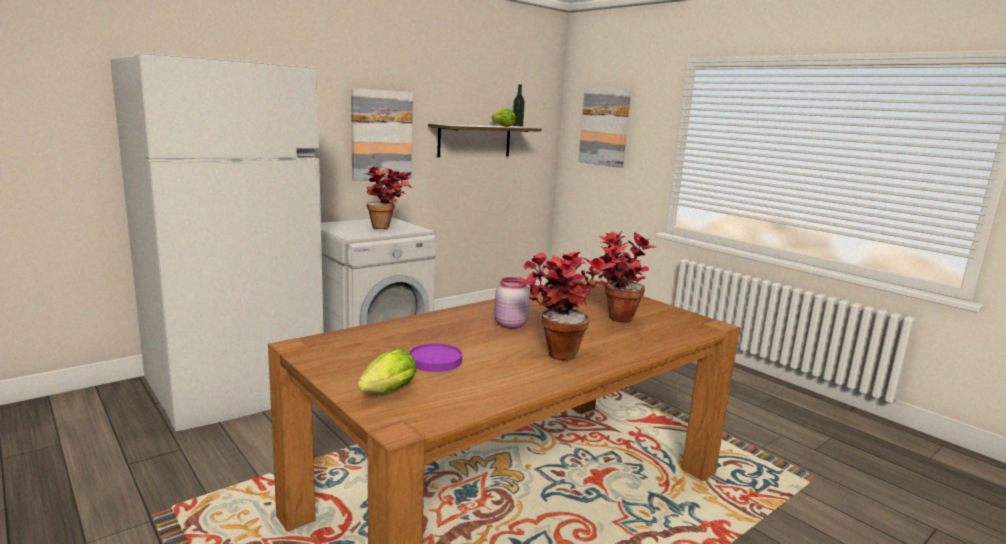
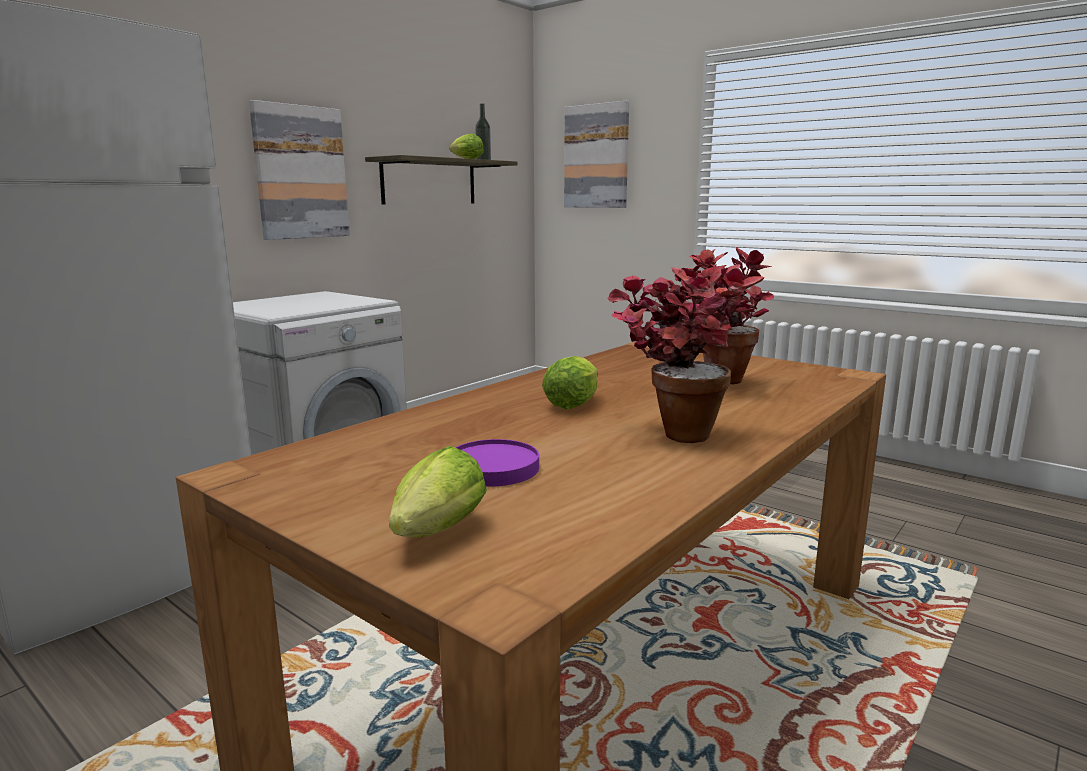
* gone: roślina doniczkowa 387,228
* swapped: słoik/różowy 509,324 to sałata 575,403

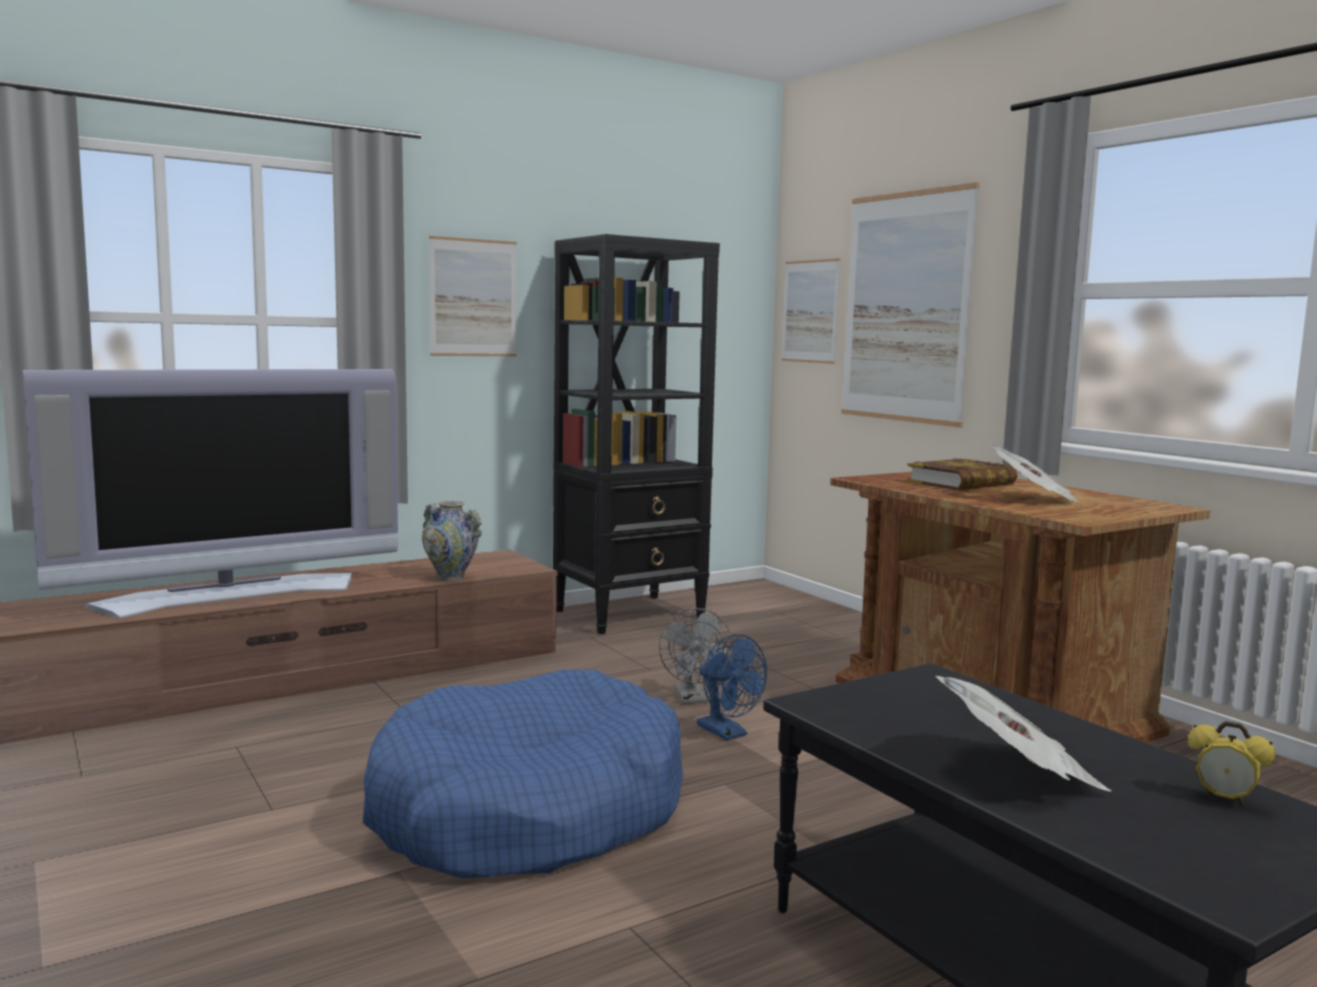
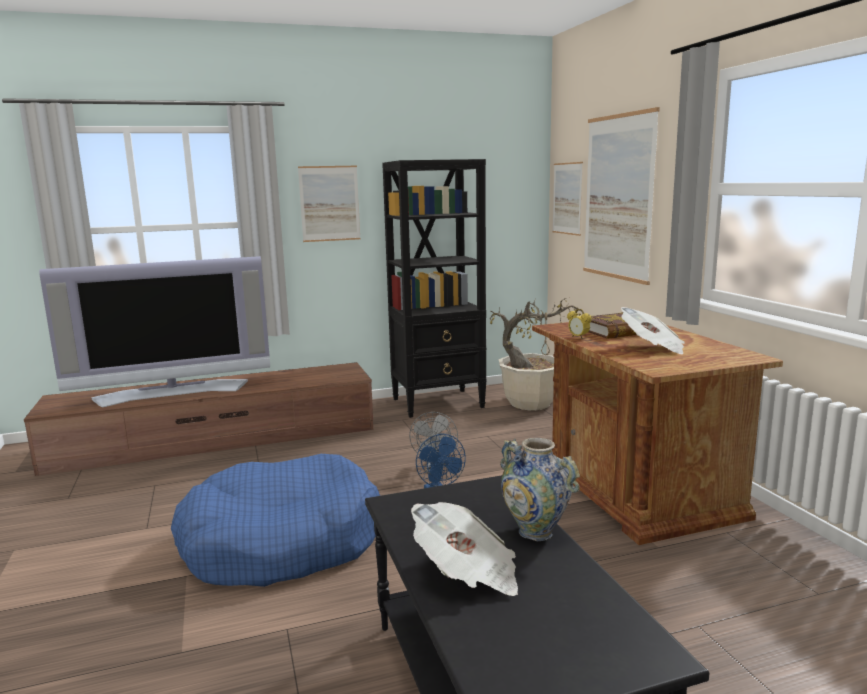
* new: roślina doniczkowa 530,403
* shifted: wazon 451,577 to 535,532
* shifted: budzik 1224,800 to 578,337

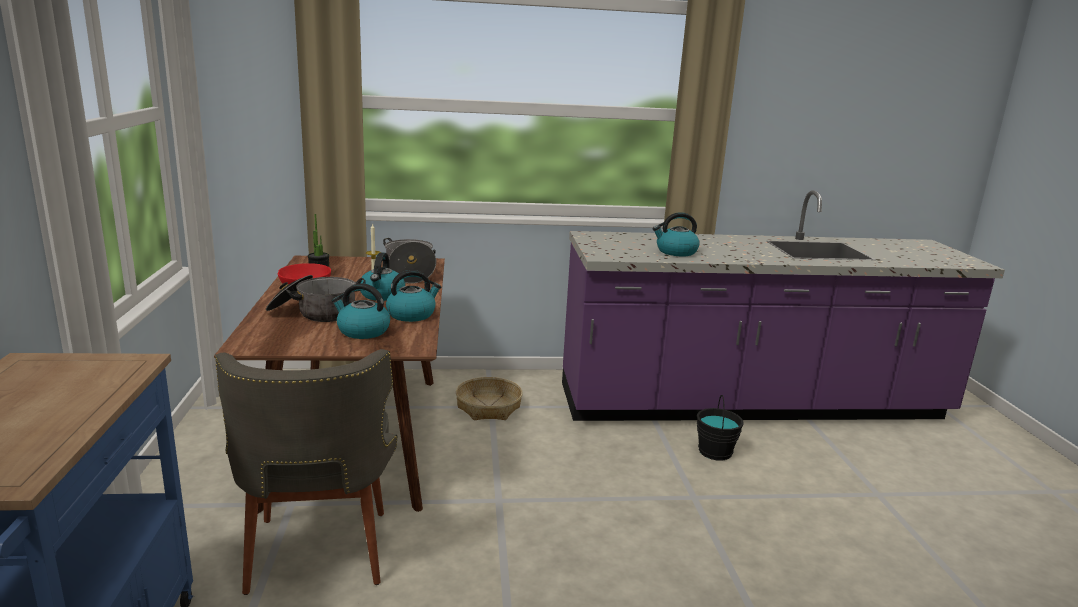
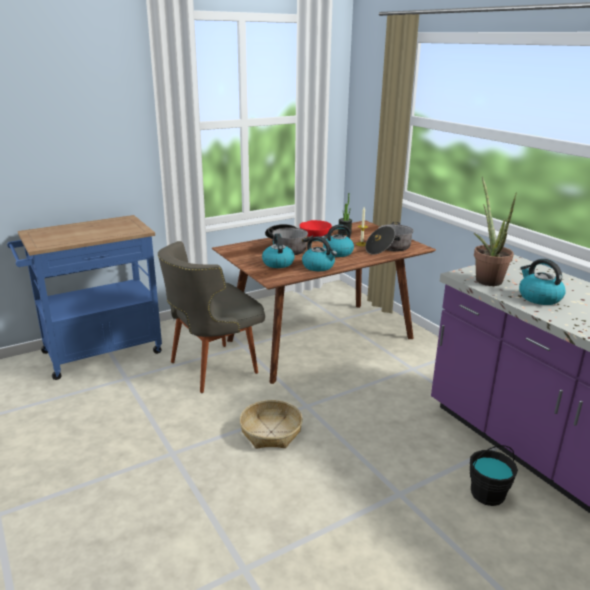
* new: roślina doniczkowa 486,278
* shifted: koszyk 488,407 to 271,432

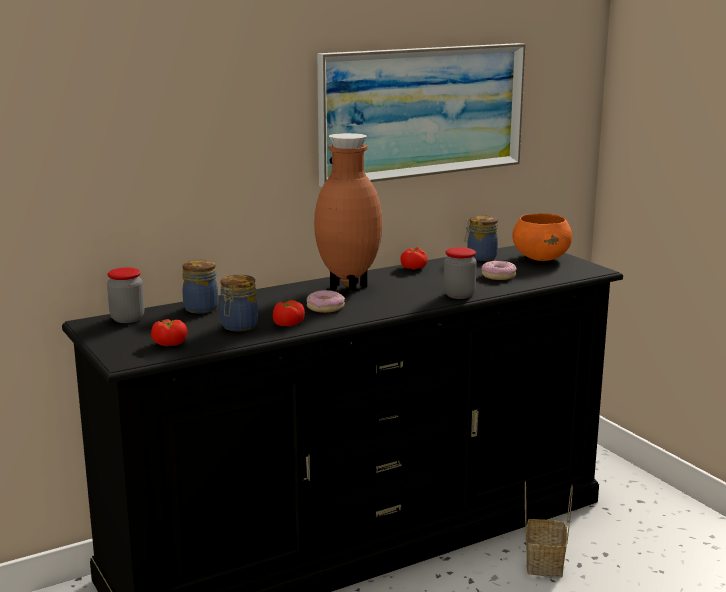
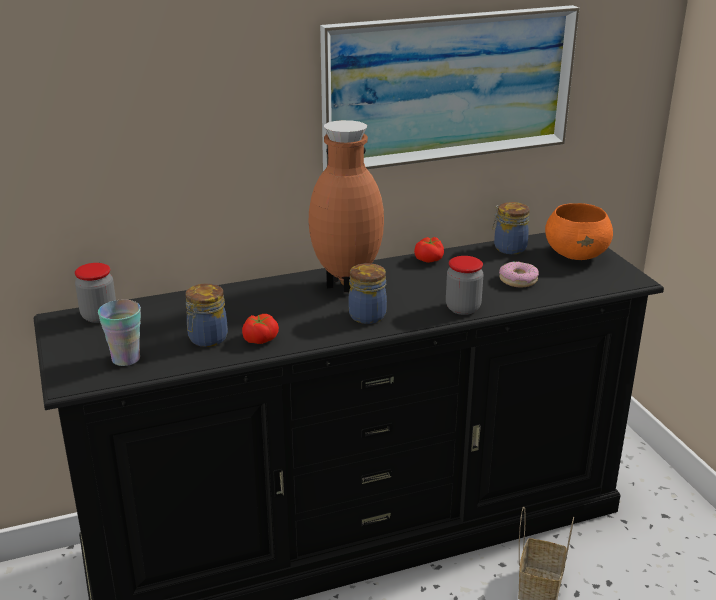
* gone: donut 325,307
* shifted: słoik 201,308 to 367,315
* swapped: pomidor 170,343 to filiżanka 126,359

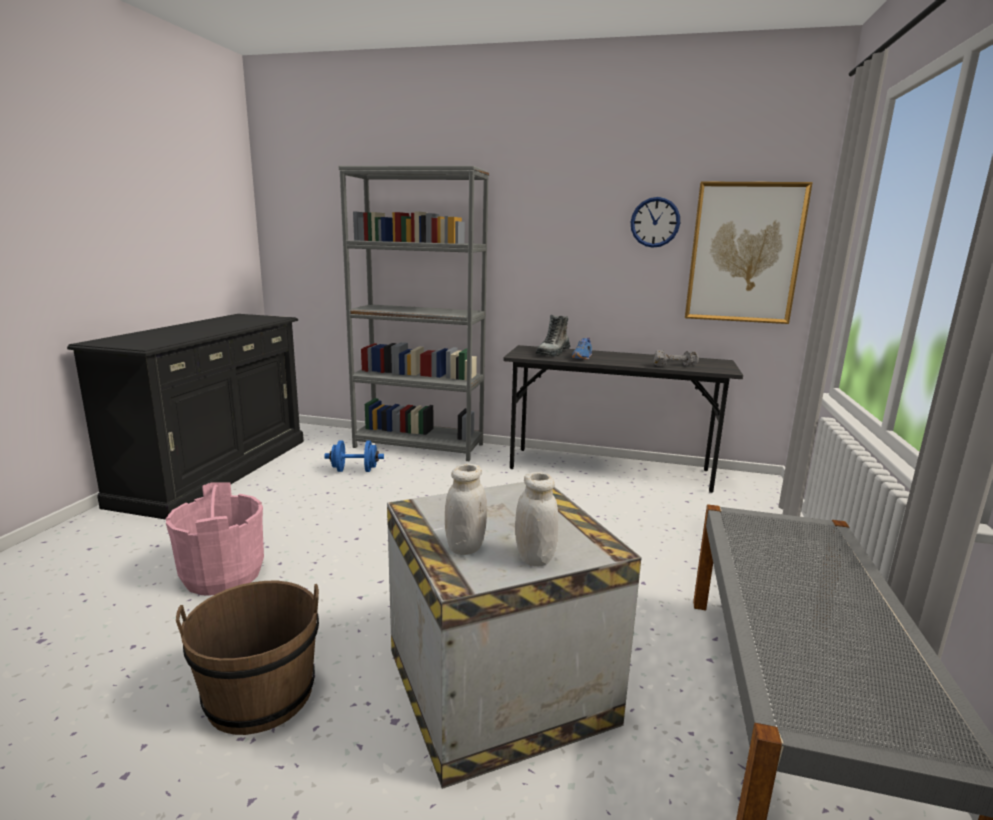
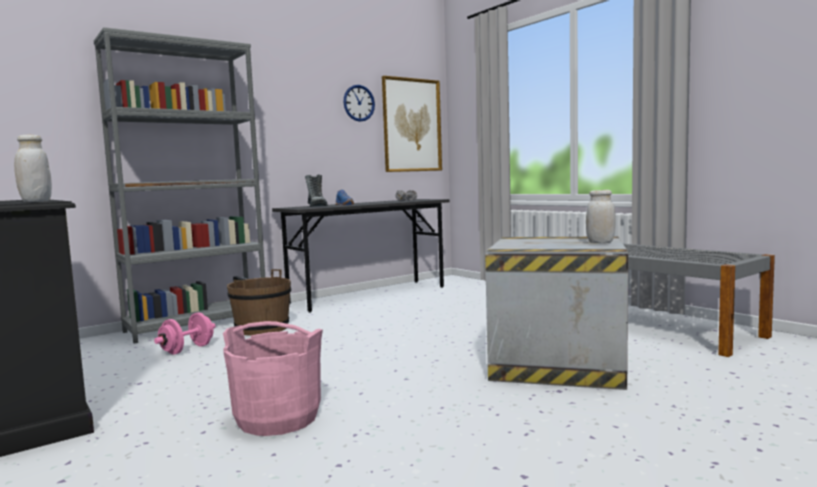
* shifted: wiadro/brązowy 260,695 to 262,329
* shifted: słoik/biały 465,547 to 36,202
* repainted: hantel/niebieski 355,470 to hantel/różowy 187,349

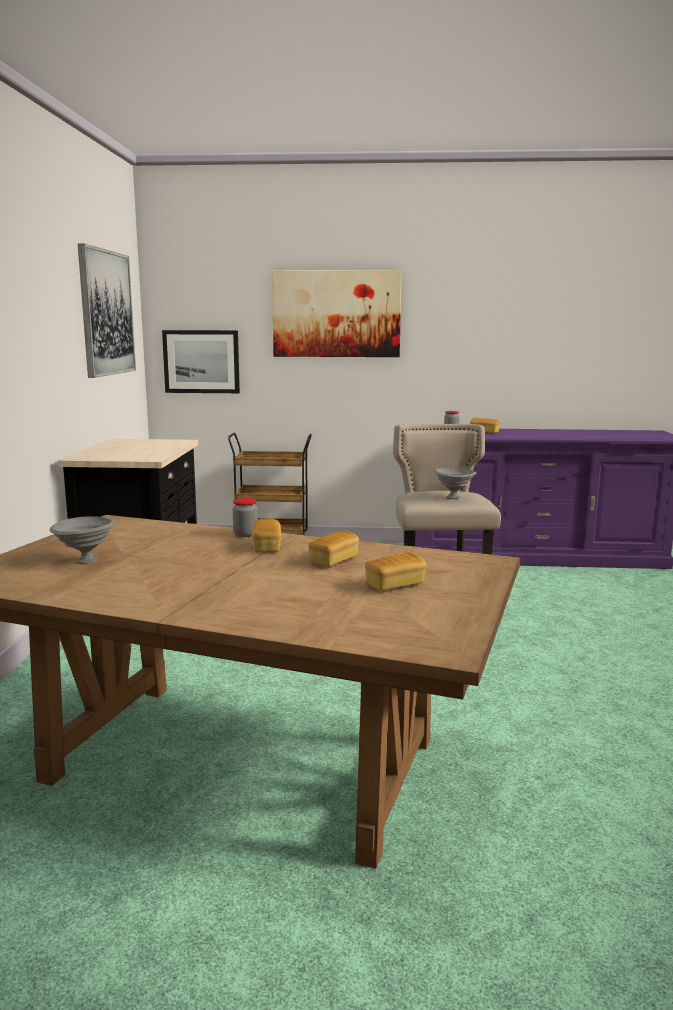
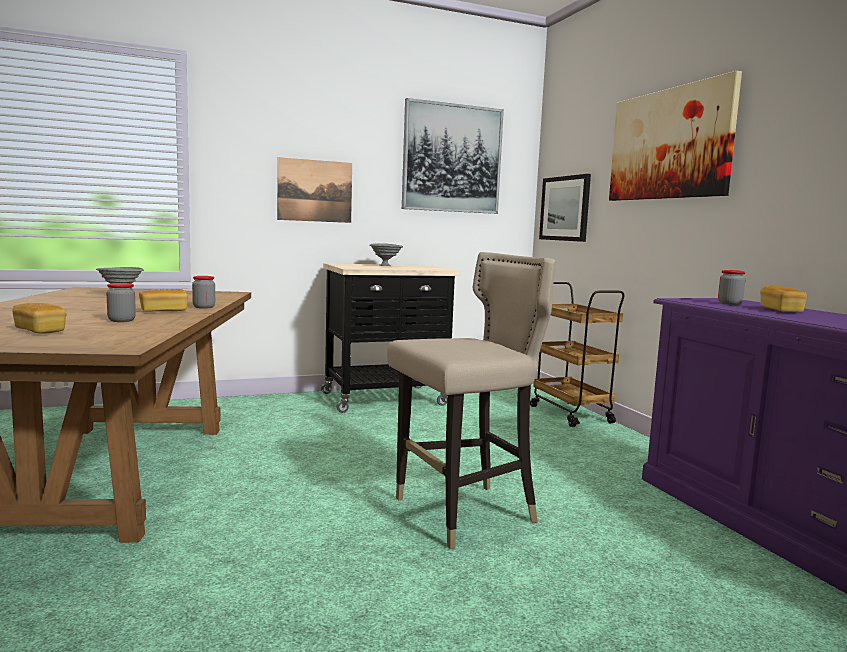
* new: obraz 315,191
* shifted: miska/szary 453,497 to 386,266
* swapped: chleb 333,561 to słoik 121,320

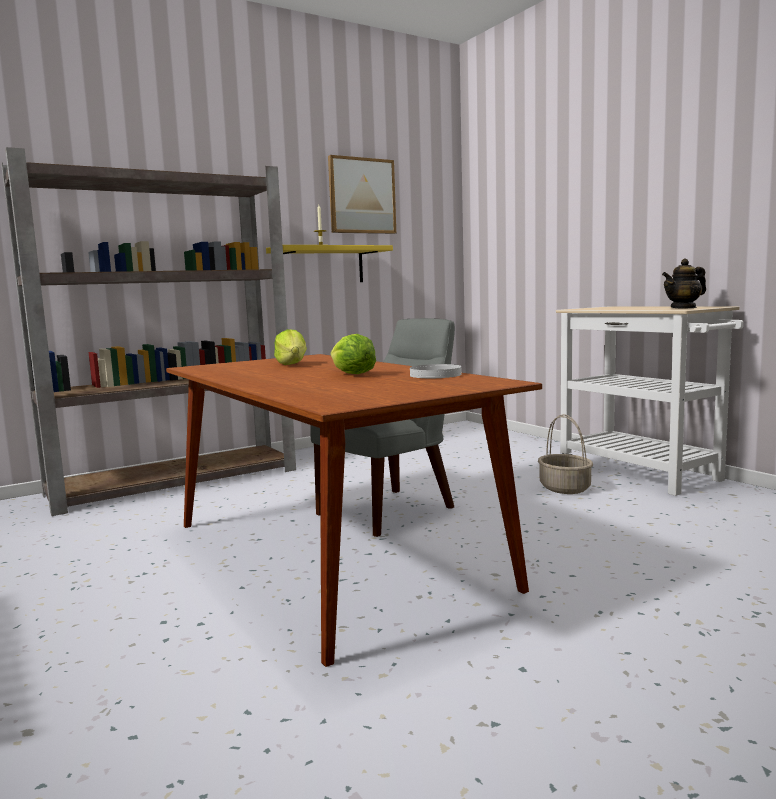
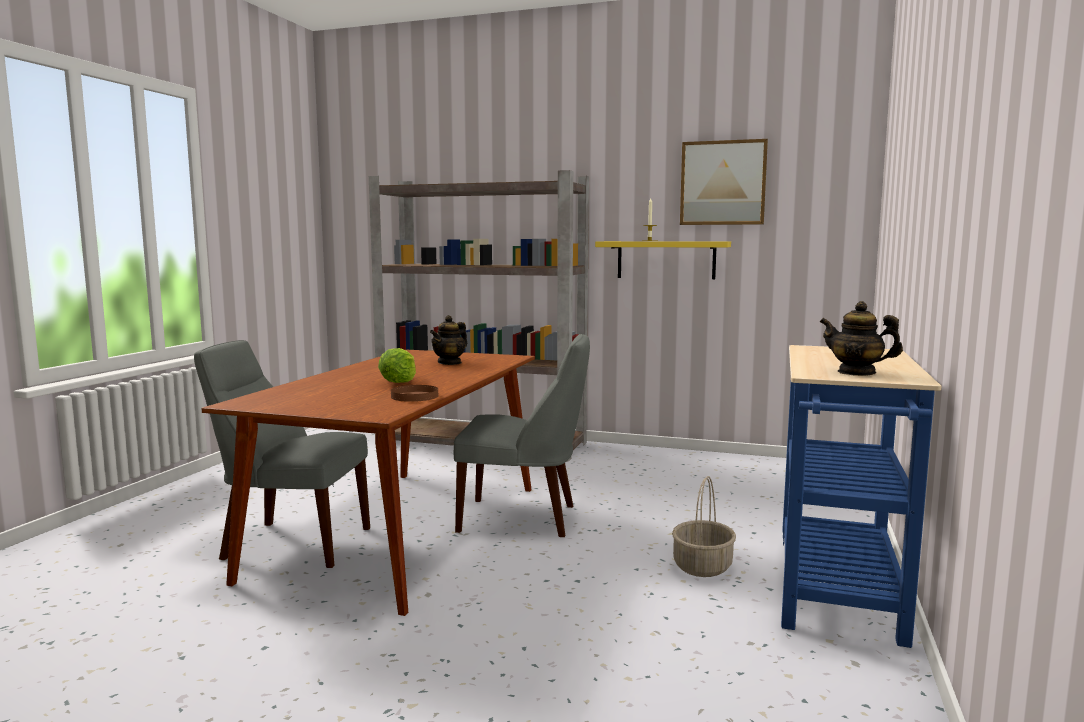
* new: krzesło/szary 291,543
* swapped: sałata 292,364 to imbryk 450,363
* repainted: talerz/biały 435,374 to talerz/brązowy 415,396
* repainted: wózek/biały 641,473 to wózek/niebieski 838,591

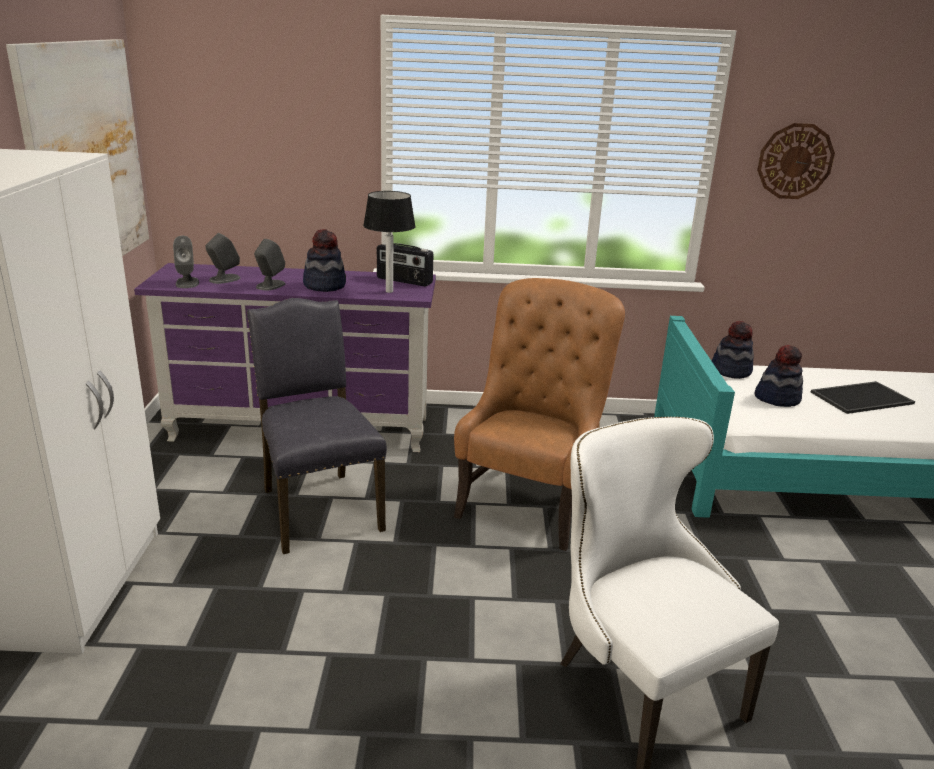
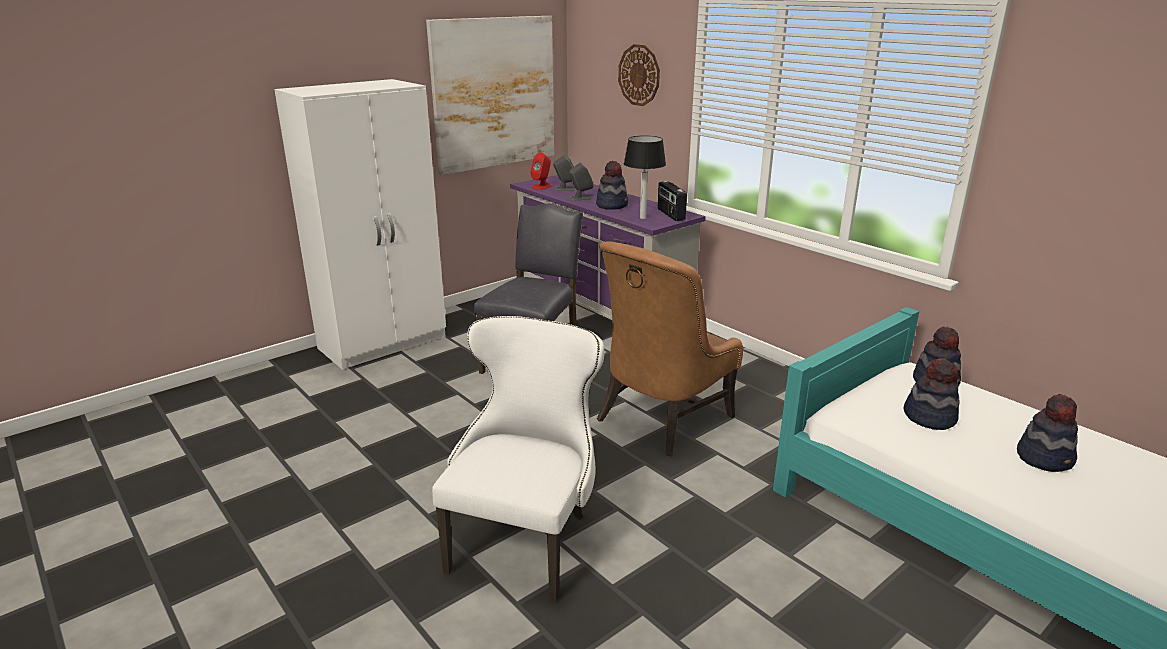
* shifted: zegar ścienny 795,161 to 639,75
* swapped: taca 861,397 to kapelusz 1045,458
* repainted: głośnik/szary 187,283 to głośnik/czerwony 542,186
* rotated: krzesło/brązowy 530,502 = 662,418 150 degrees clockwise

